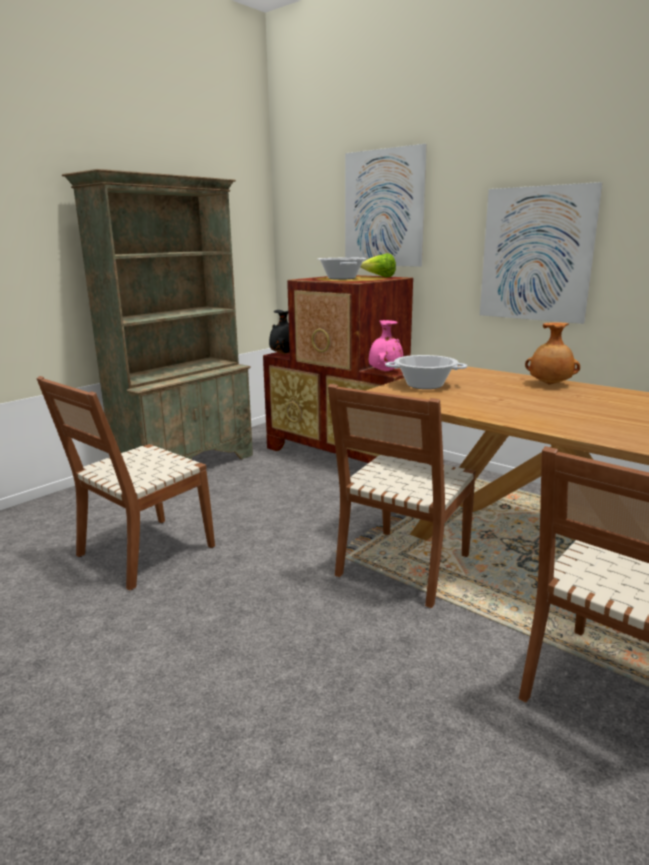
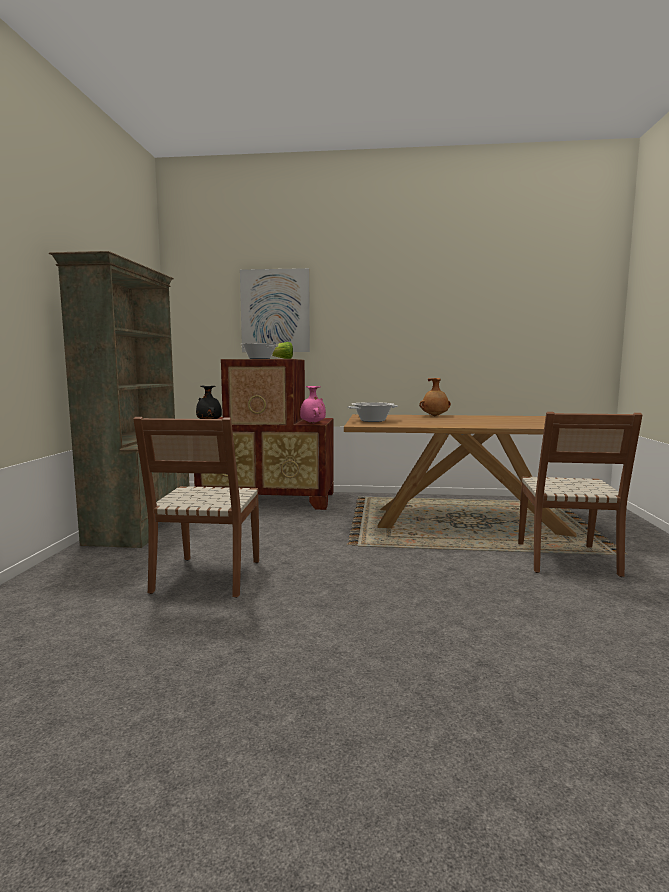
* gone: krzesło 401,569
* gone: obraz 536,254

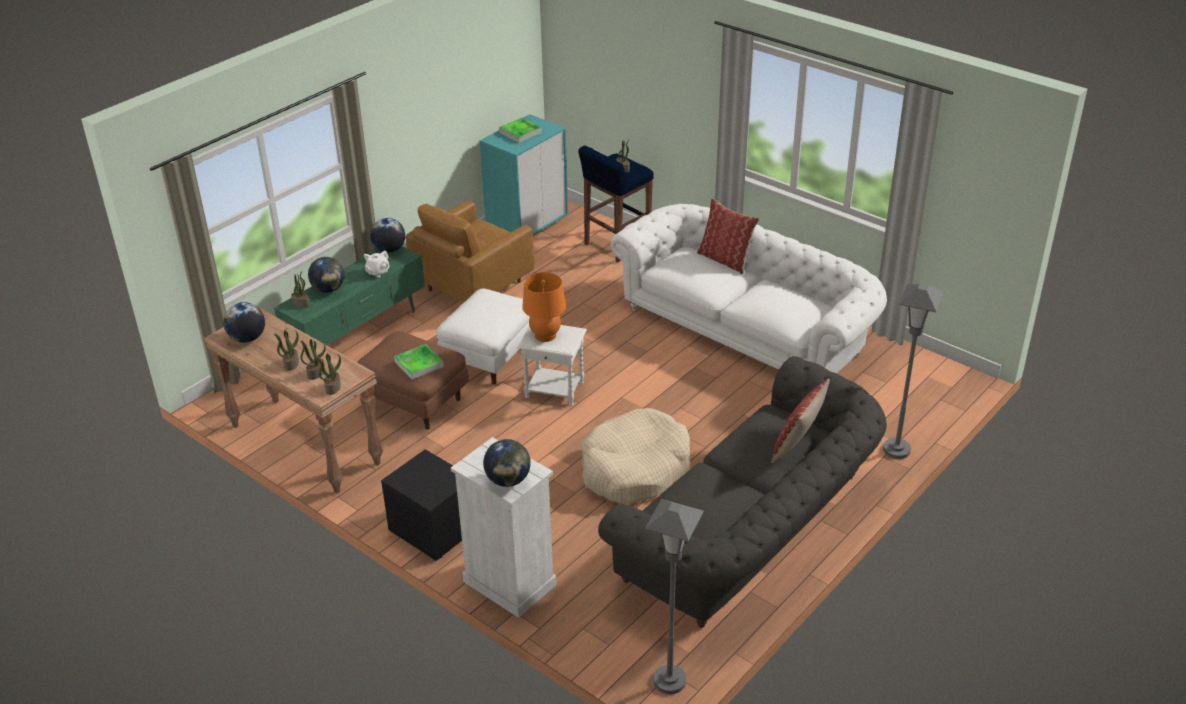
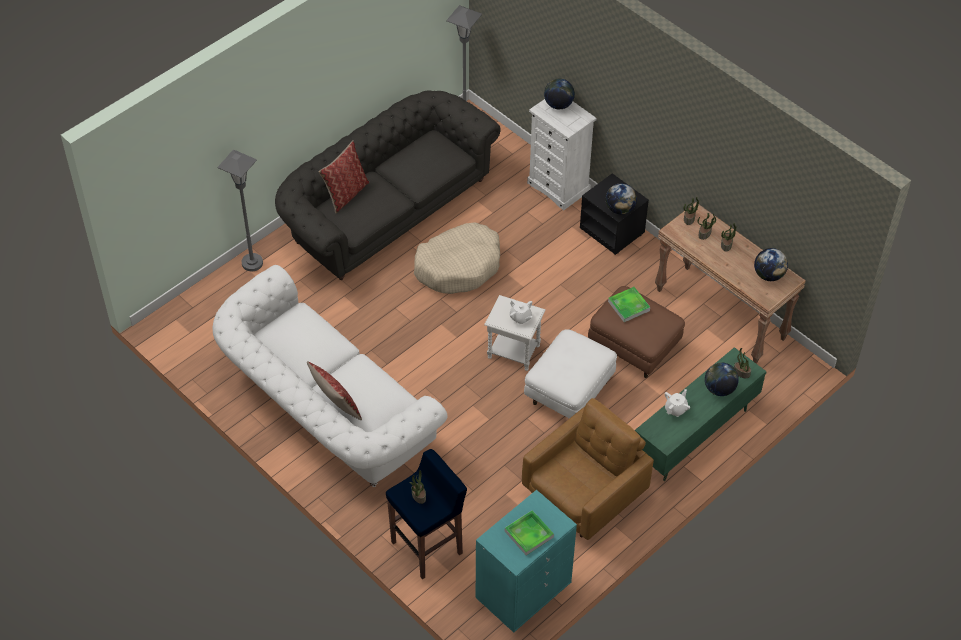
* shifted: globus 389,250 to 620,209
* swapped: lampa stołowa/pomarańczowy 545,335 to imbryk/biały 520,317

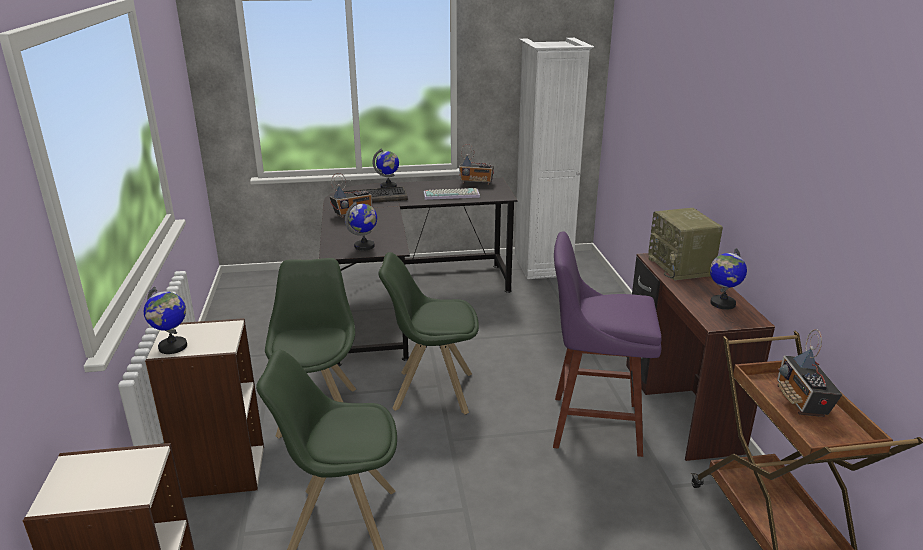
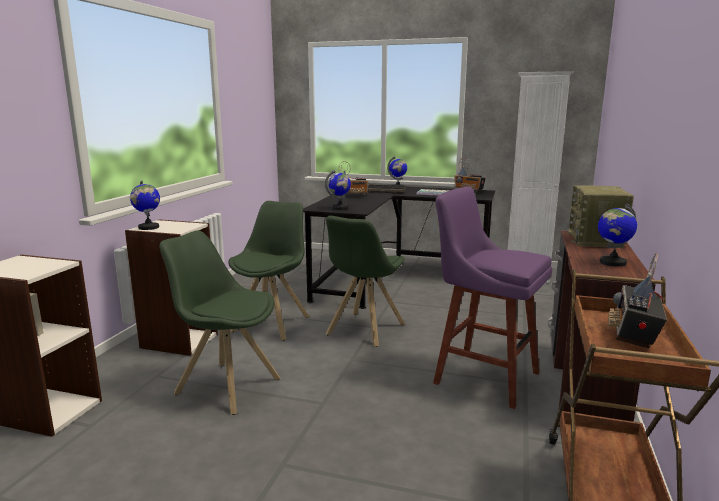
* rotated: krzesło/zielony 432,391 = 364,329 90 degrees counterclockwise

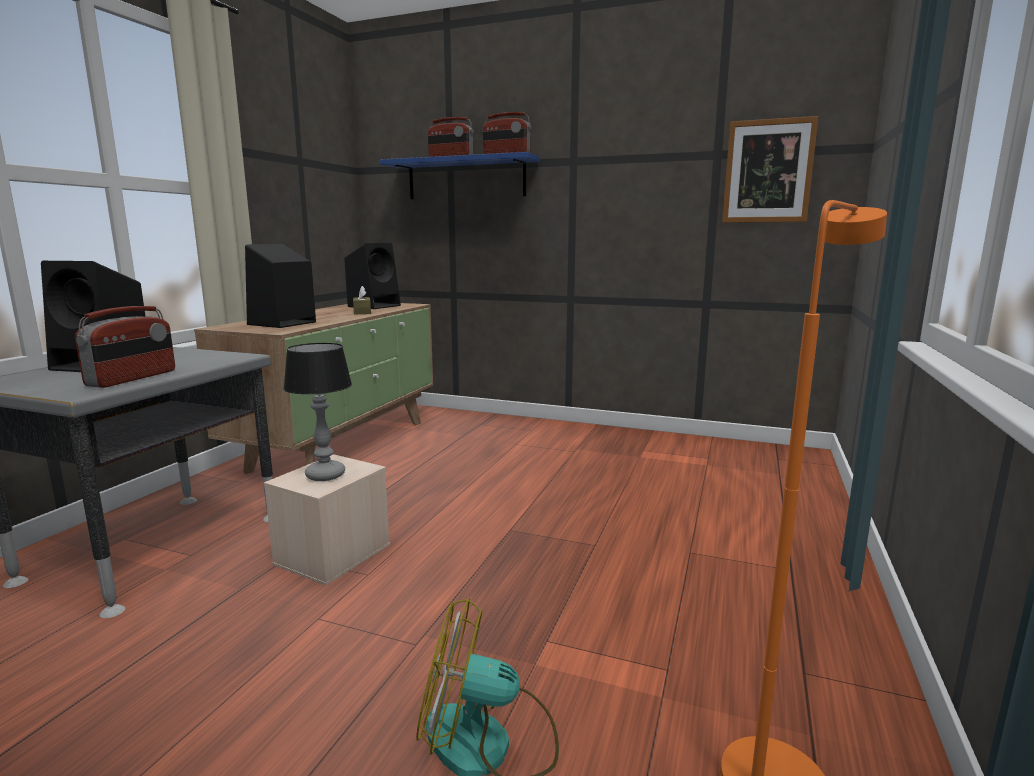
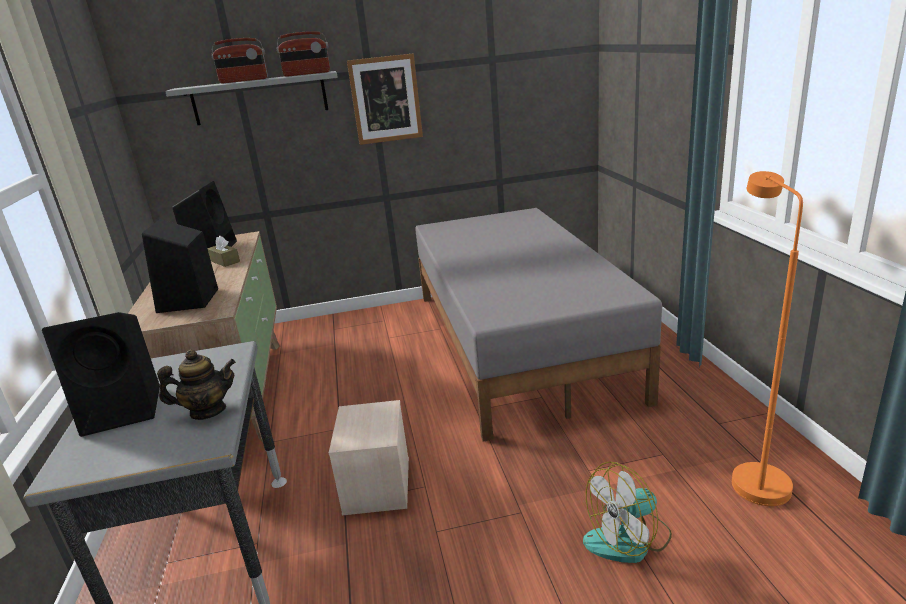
* gone: lampa stołowa 326,475
* new: łóżko/szary 518,341
* shifted: obraz 768,171 to 385,99
* swapped: radio 133,378 to imbryk 208,411
* repainted: półka/niebieski 466,179 to półka/szary 260,98

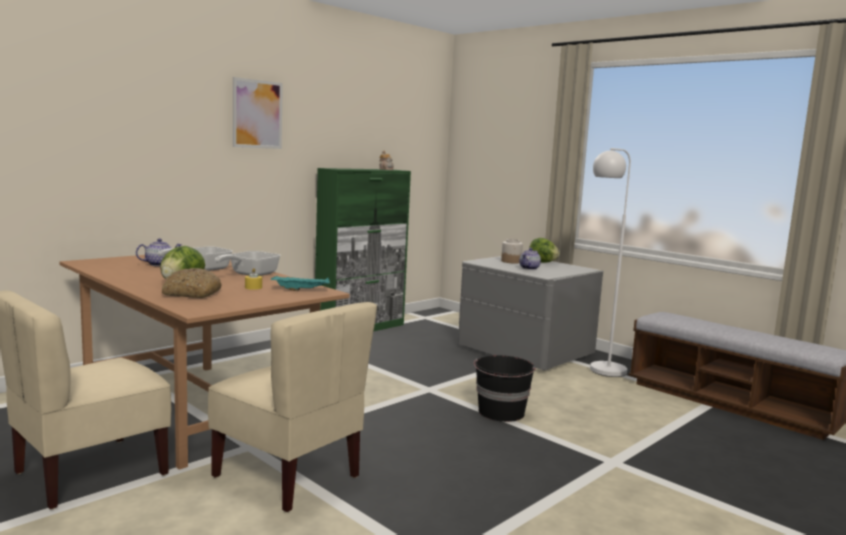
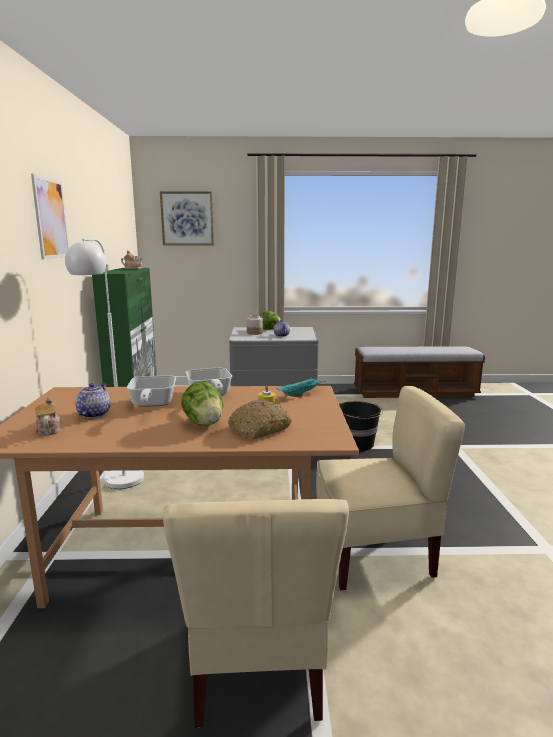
* new: imbryk 49,430
* new: obraz 187,218
* shifted: lampa stojąca/biały 601,373 to 119,486

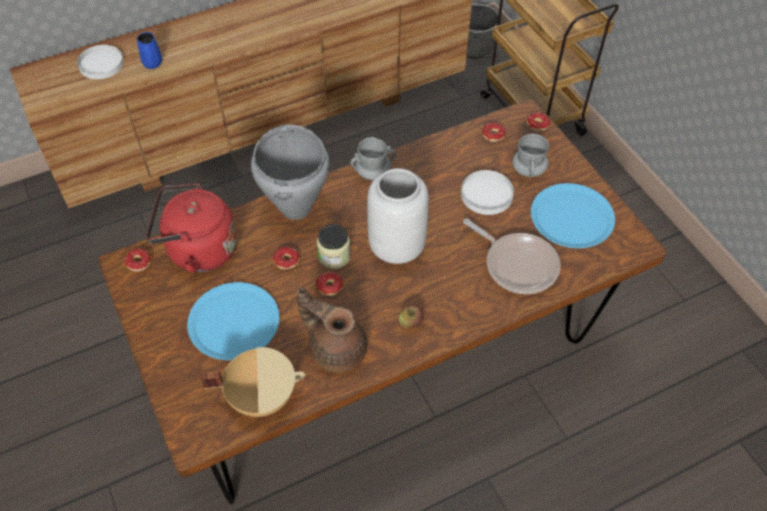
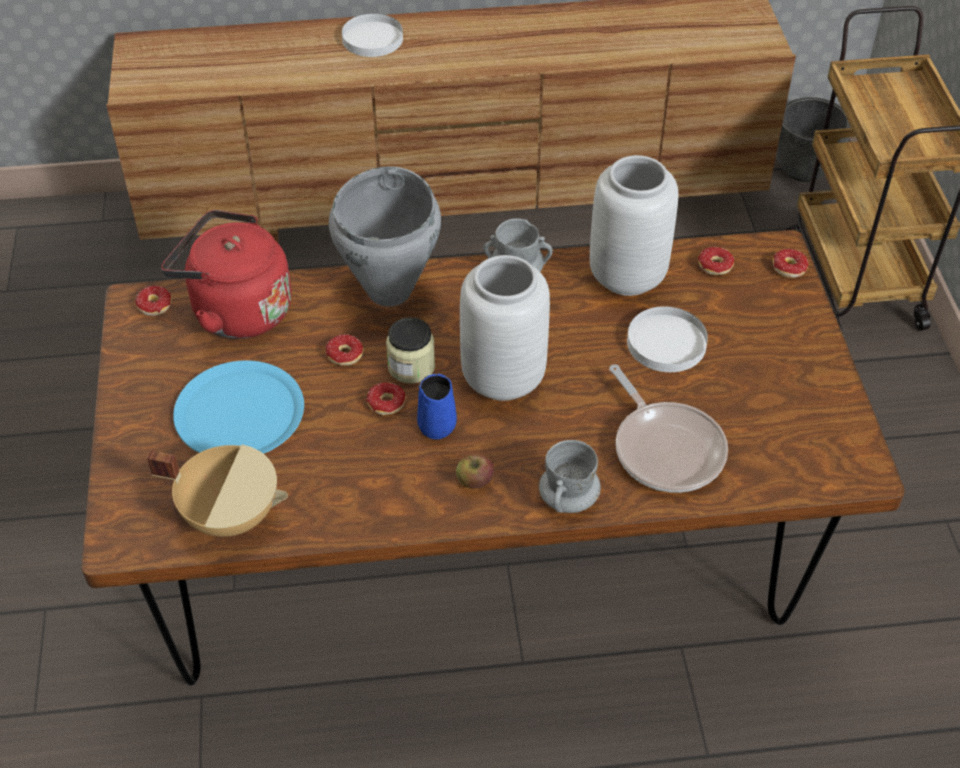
* gone: imbryk/brązowy 336,348
* gone: talerz/niebieski 572,217
* new: wazon/szary 625,276
* shifted: talerz/biały 101,64 to 372,39
* shifted: kubek/niebieski 152,62 to 438,424
* shifted: kubek/szary 528,170 to 568,499

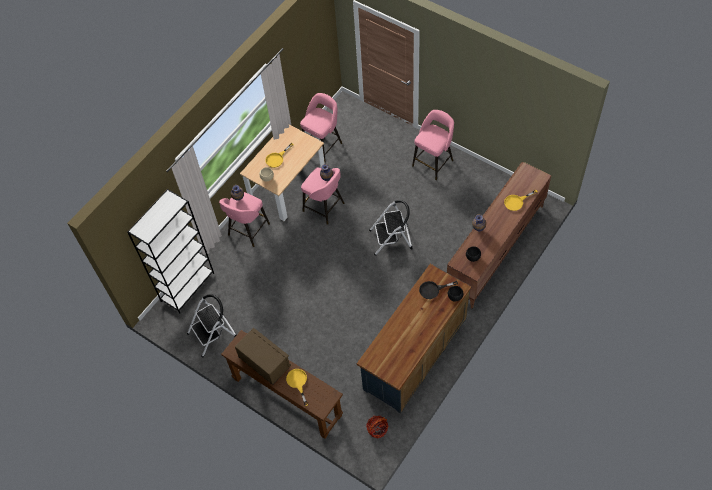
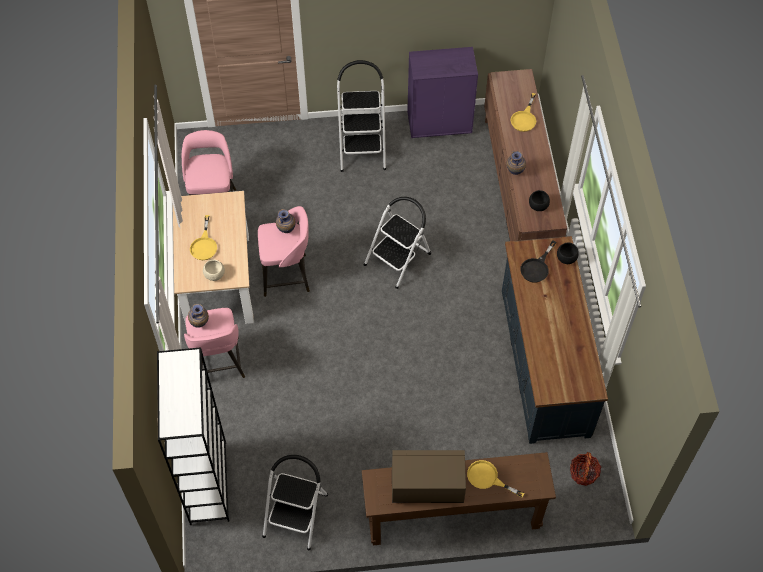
* new: szafka/fioletowy 440,125
* swapped: stołek/różowy 433,162 to drabinka 362,144

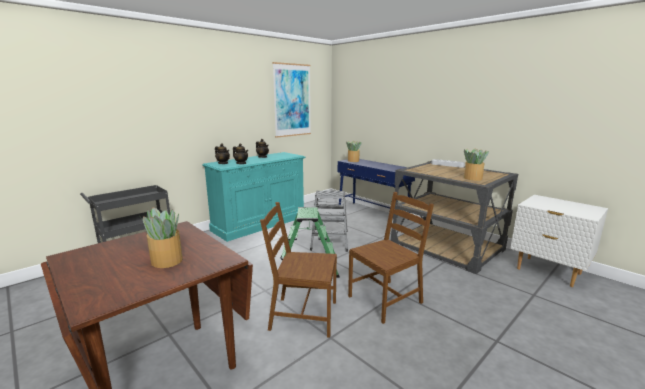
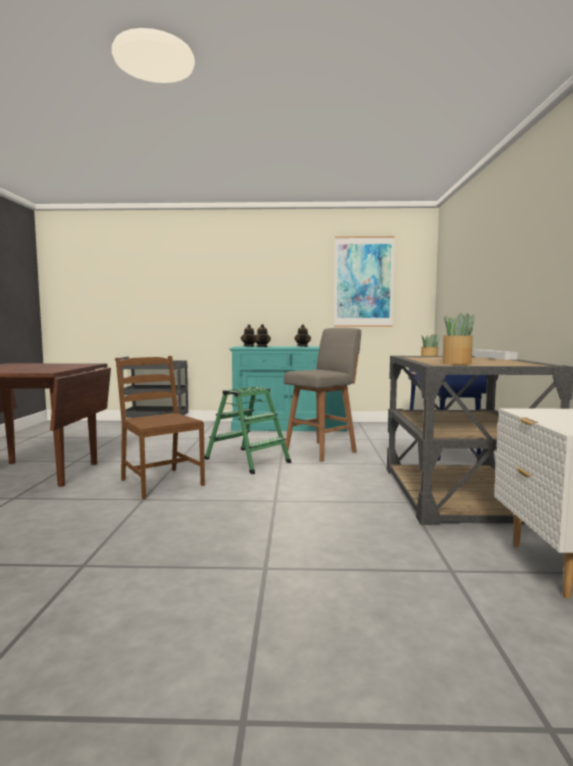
* gone: roślina doniczkowa 167,261
* gone: krzesło/brązowy 386,299
* swapped: drabinka/szary 330,239 to stołek/szary 322,451

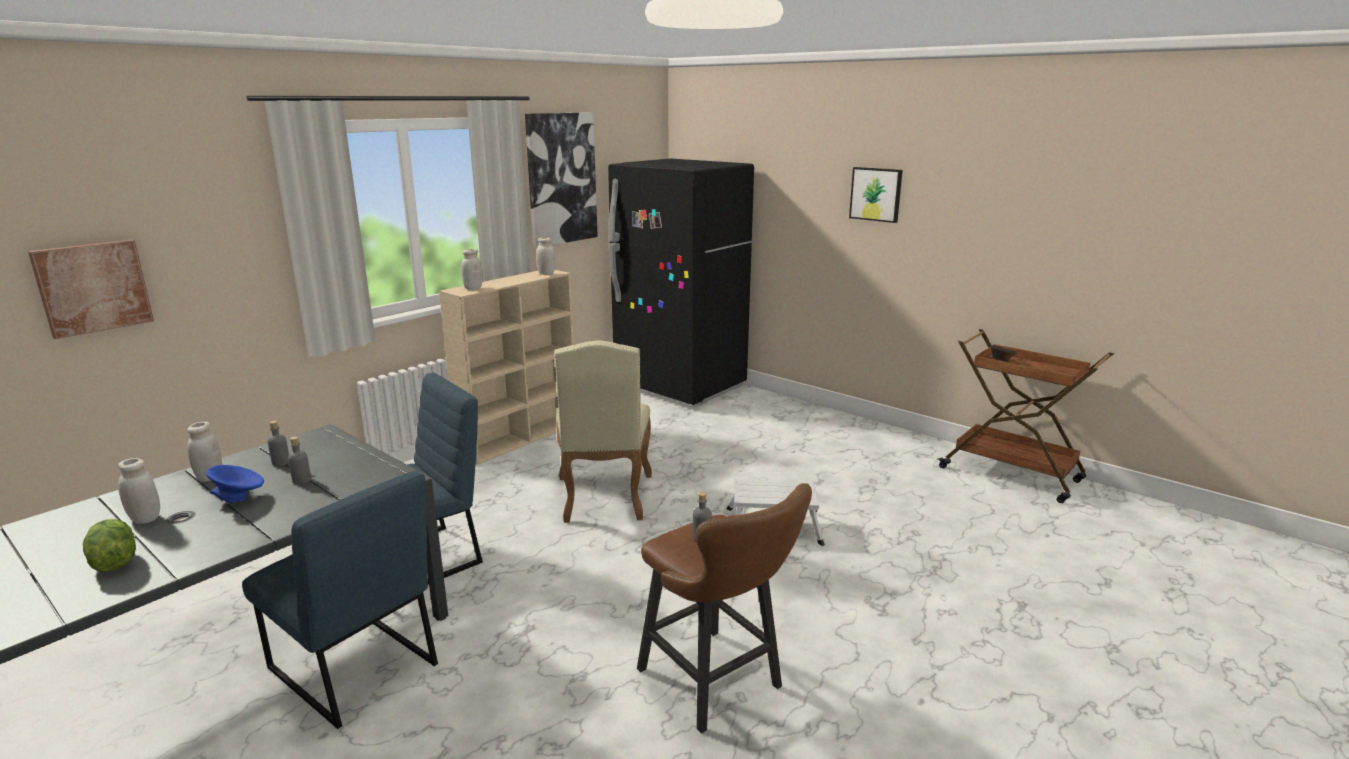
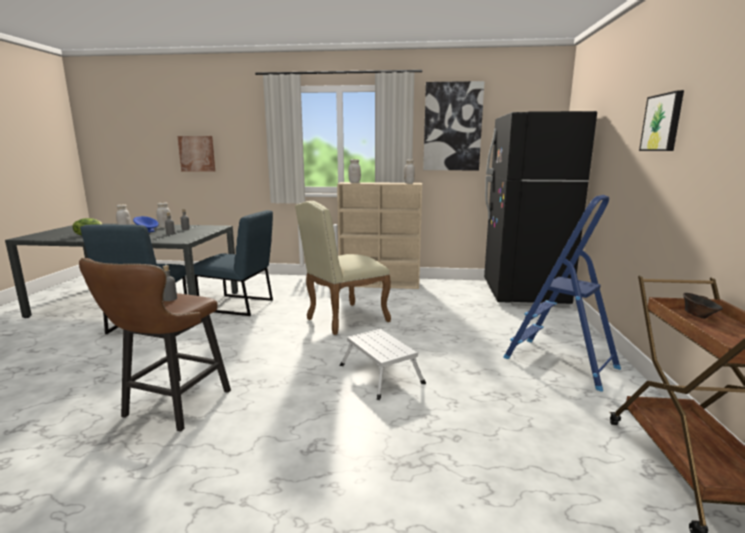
* new: drabinka/niebieski 559,362

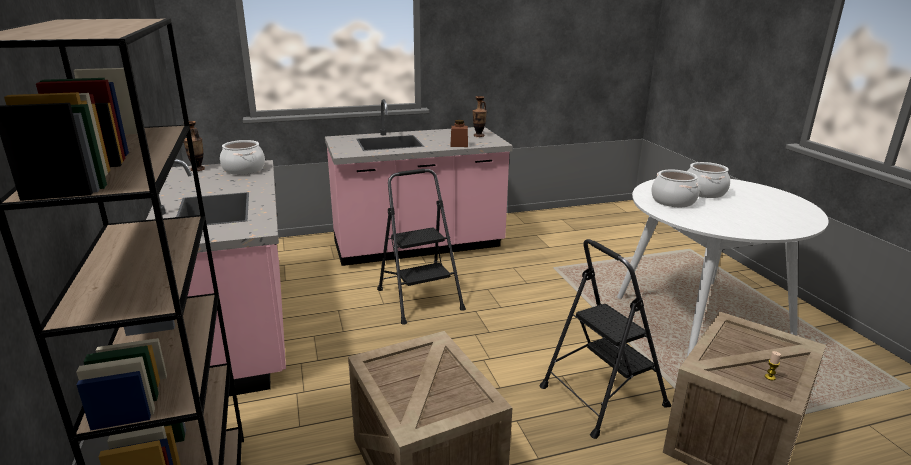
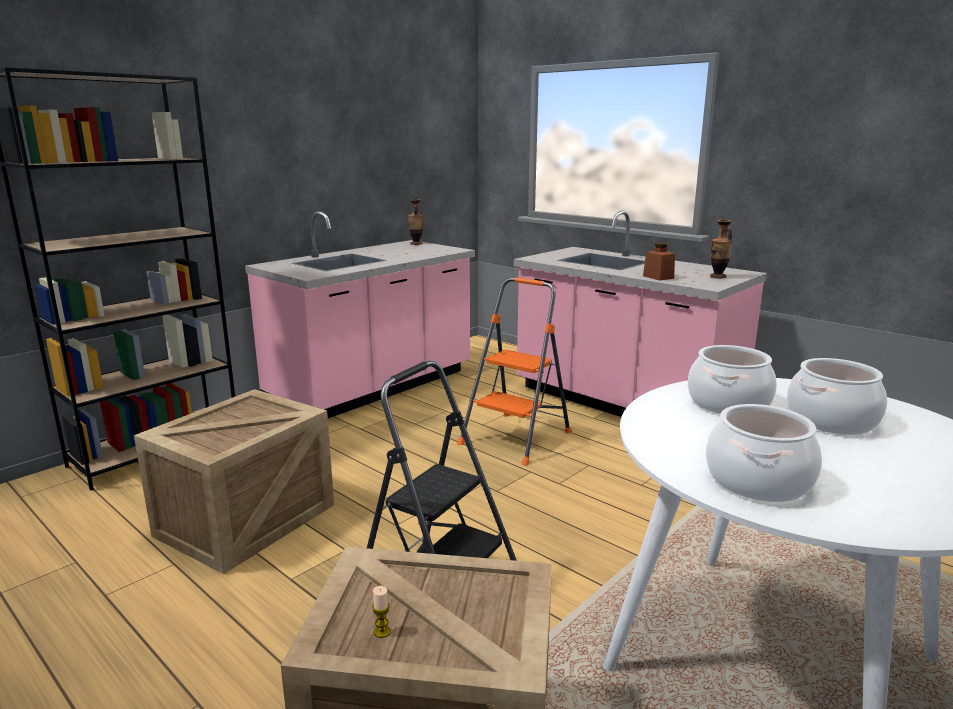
* shifted: garnek 243,169 to 757,480
* repainted: drabinka/czarny 419,297 to drabinka/pomarańczowy 517,436

